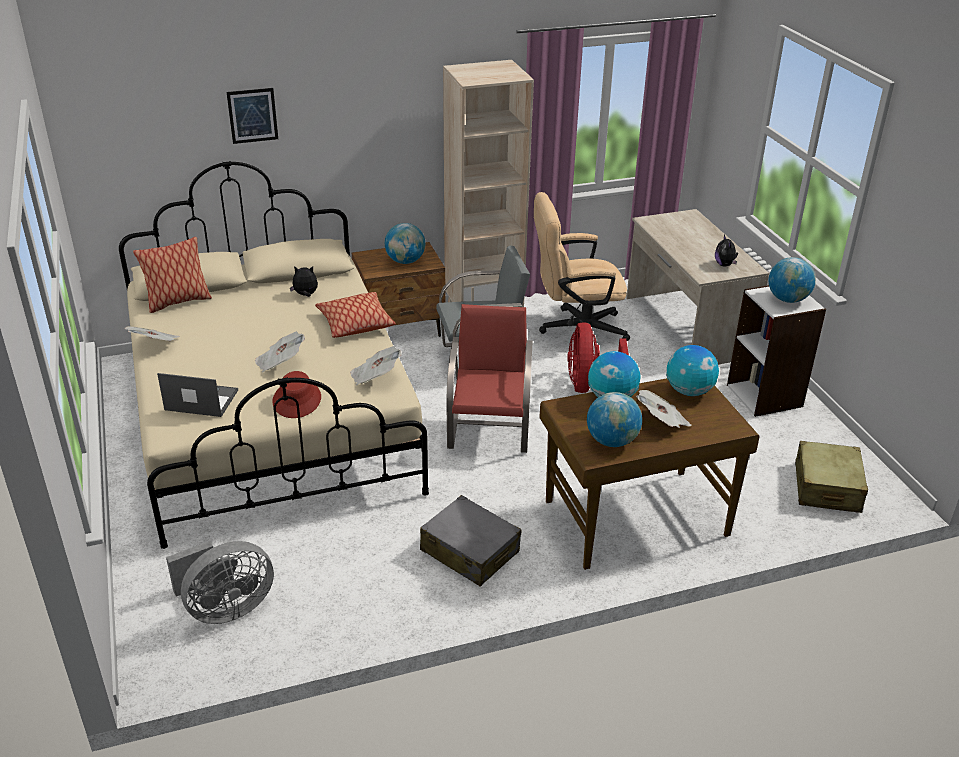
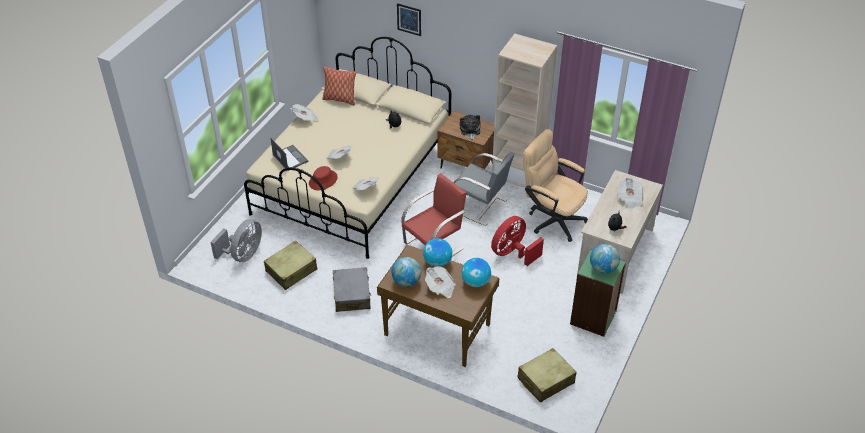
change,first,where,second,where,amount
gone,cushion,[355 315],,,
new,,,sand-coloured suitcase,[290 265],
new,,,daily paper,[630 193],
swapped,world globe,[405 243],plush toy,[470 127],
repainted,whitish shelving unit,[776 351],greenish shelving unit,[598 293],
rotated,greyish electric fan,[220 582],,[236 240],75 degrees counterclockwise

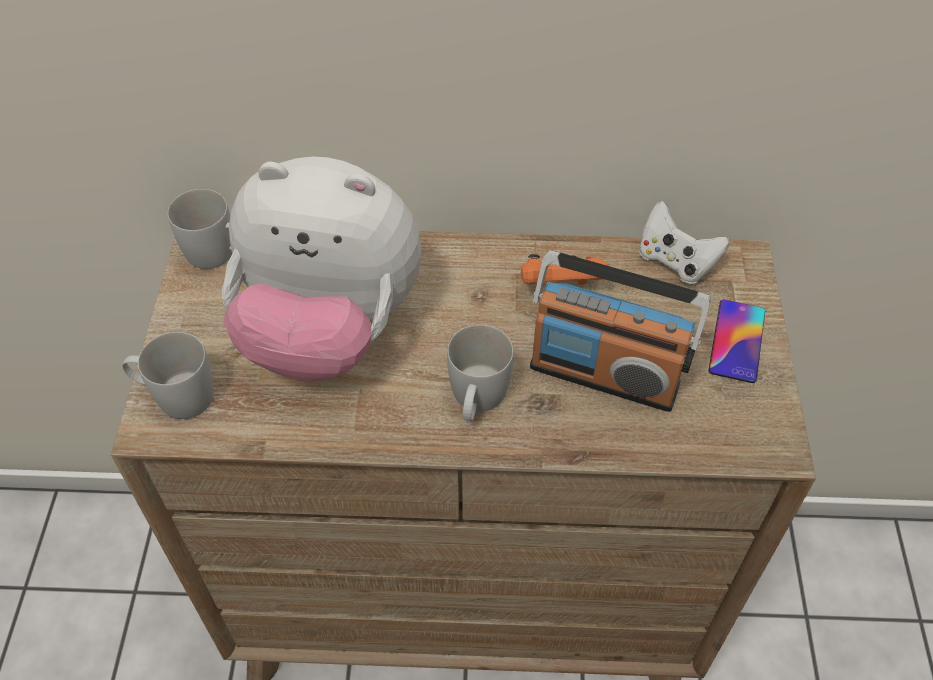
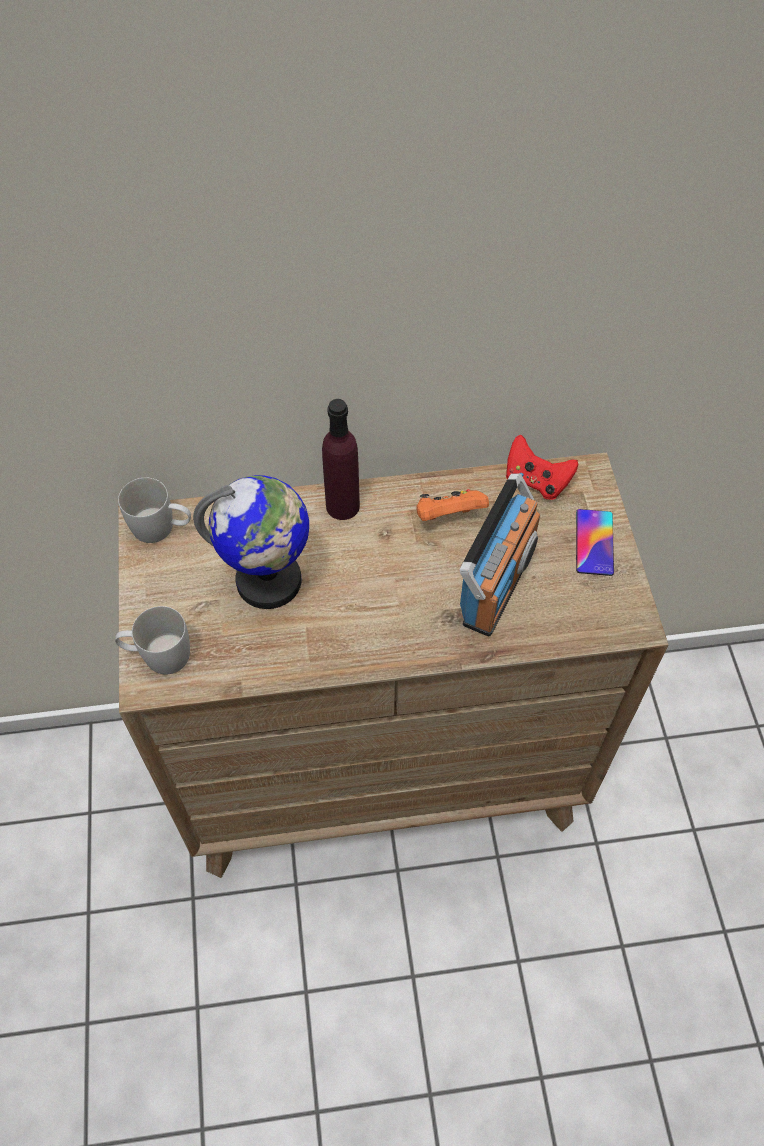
change,first,where,second,where,amount
gone,whitish coffee mug,[480 373],,,
new,,,purple-coloured beverage bottle,[341 459],
swapped,plush toy,[321 269],world globe,[251 542],
repainted,whitish gamepad,[684 242],red gamepad,[542 467],
rotated,radio receiver,[620 331],,[500 555],75 degrees counterclockwise

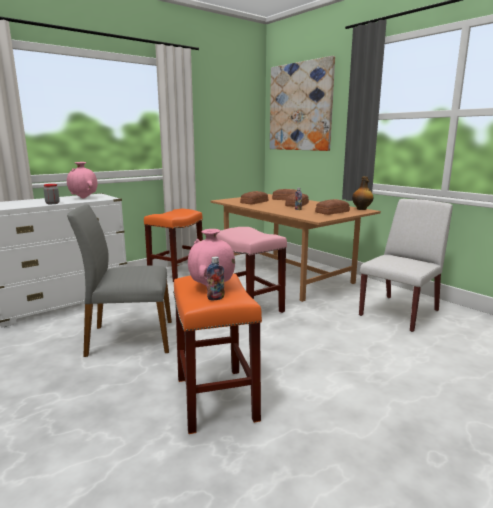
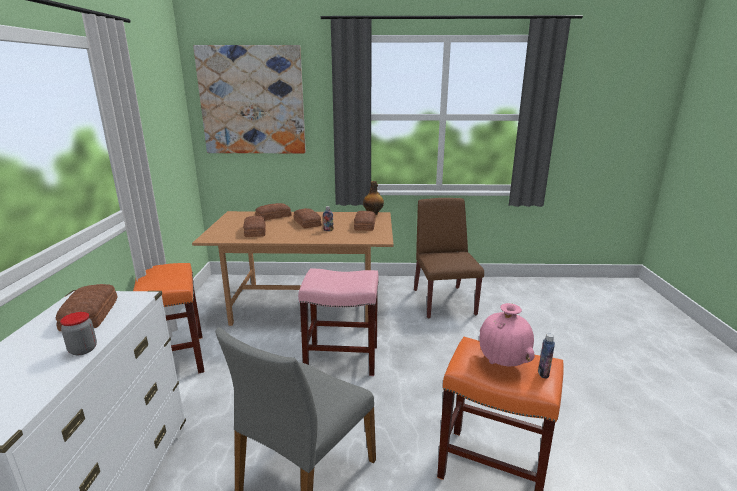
change,first,where,second,where,amount
swapped,pink flower vase,[82 180],baked bread,[87 307],
repainted,whitish upright chair,[406 265],brownish upright chair,[449 258],

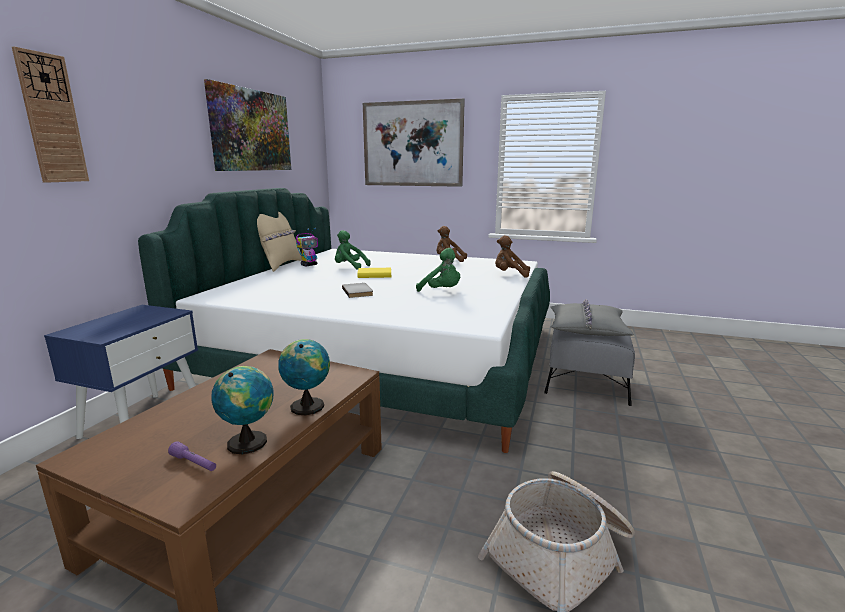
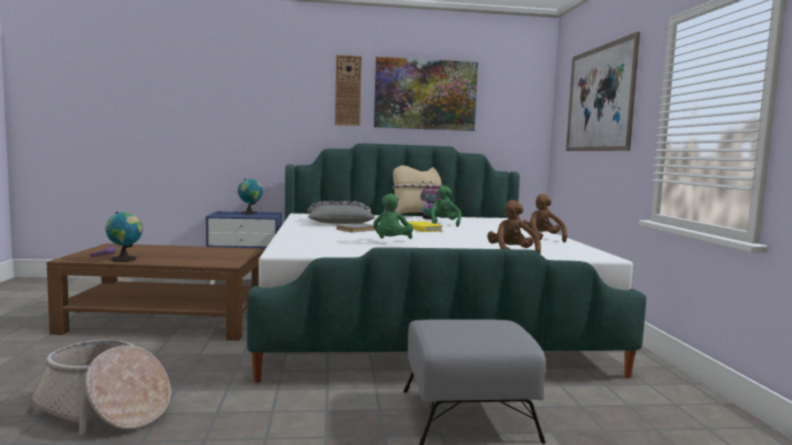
change,first,where,second,where,amount
shifted,wall clock,[50 114],,[348 90],
shifted,world globe,[304 377],,[250 196],
shifted,greyish cushion,[592 317],,[341 212],

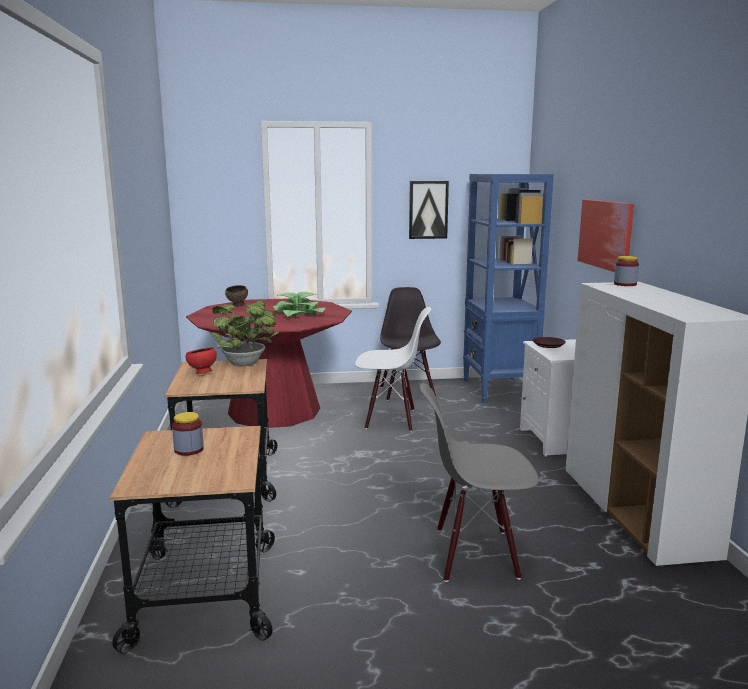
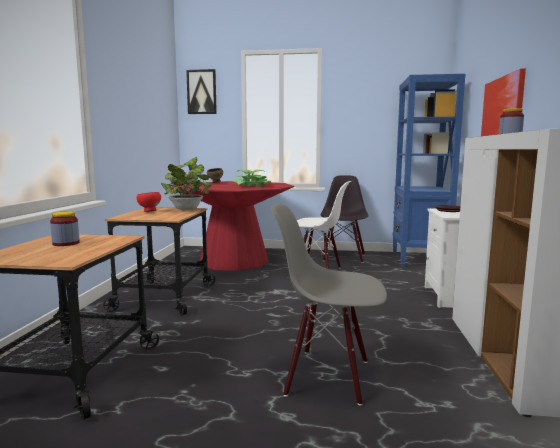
change,first,where,second,where,amount
shifted,wall picture,[429 210],,[201 91],

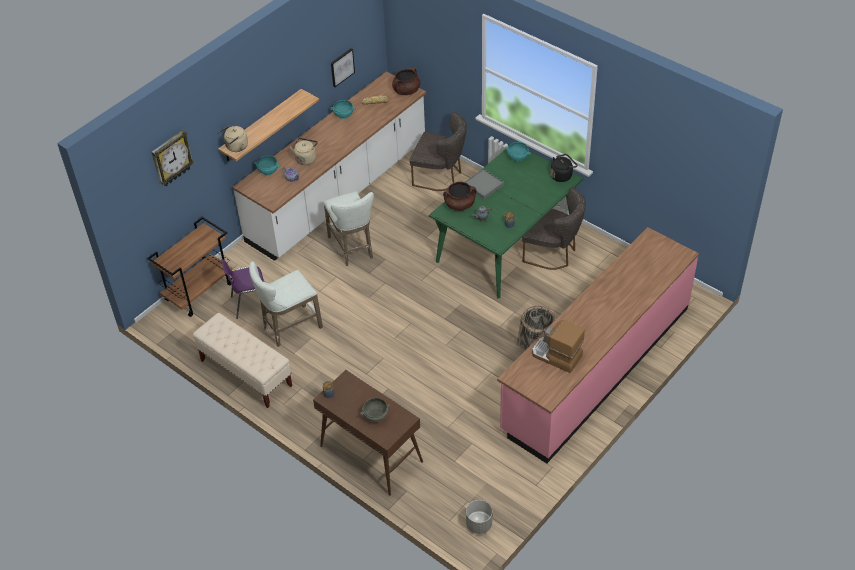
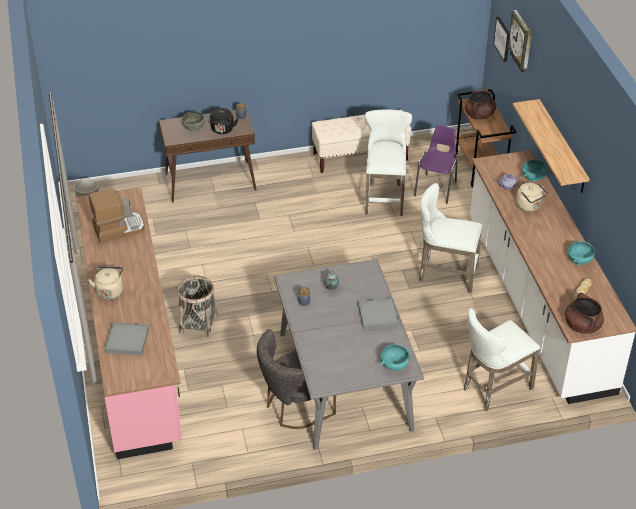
change,first,where,second,where,amount
new,,,greyish tray,[127 338],
shifted,sand-coloured kettle,[233 138],,[105 283],
shifted,wall picture,[343 67],,[501 39],
shifted,brownish stockpot,[460 196],,[480 104],
shifted,black kettle,[564 168],,[223 121],
swapped,greyish upright chair,[438 151],whitish sitting stool,[502 359],
repainted,greenish dining table,[506 222],greyish dining table,[349 354],

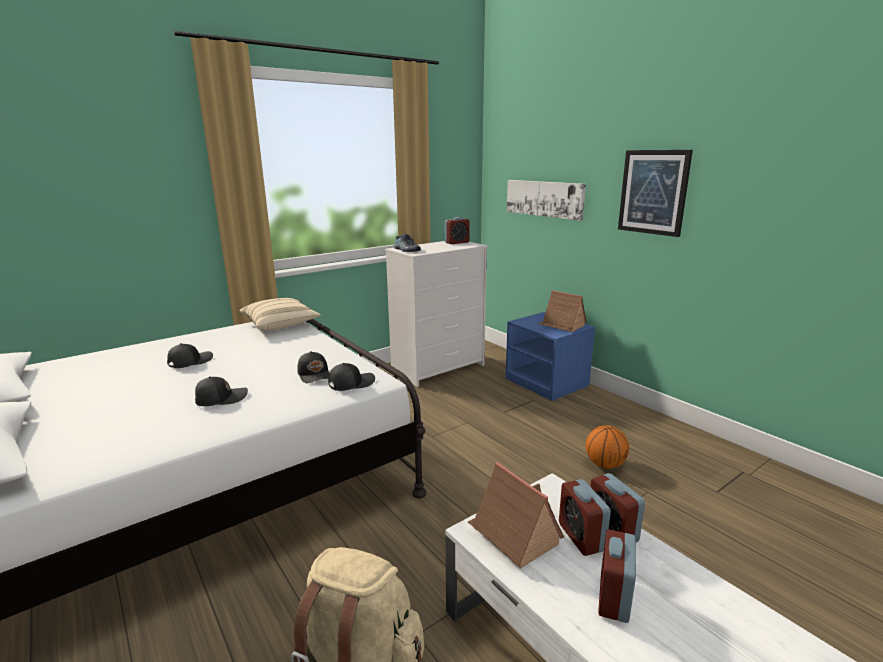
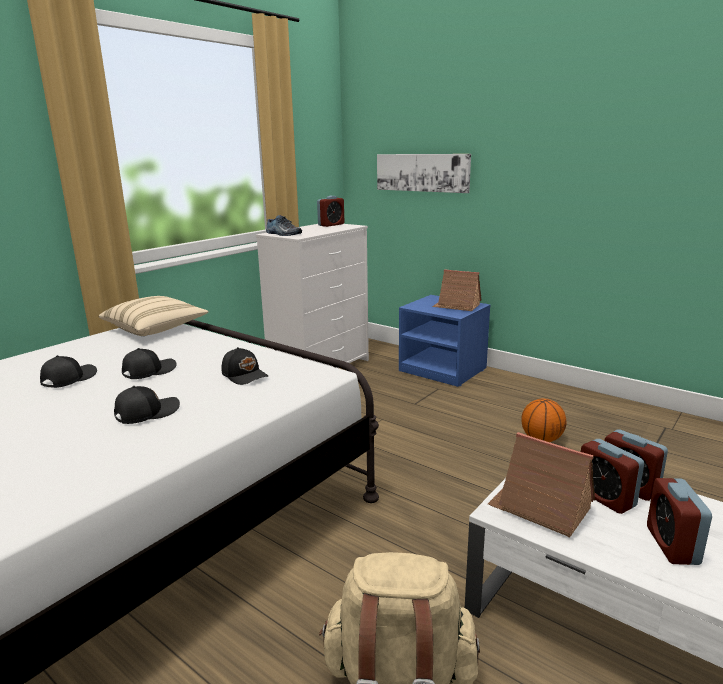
change,first,where,second,where,amount
gone,wall picture,[655 193],,,
shifted,black peaked cap,[351 377],,[149 363],

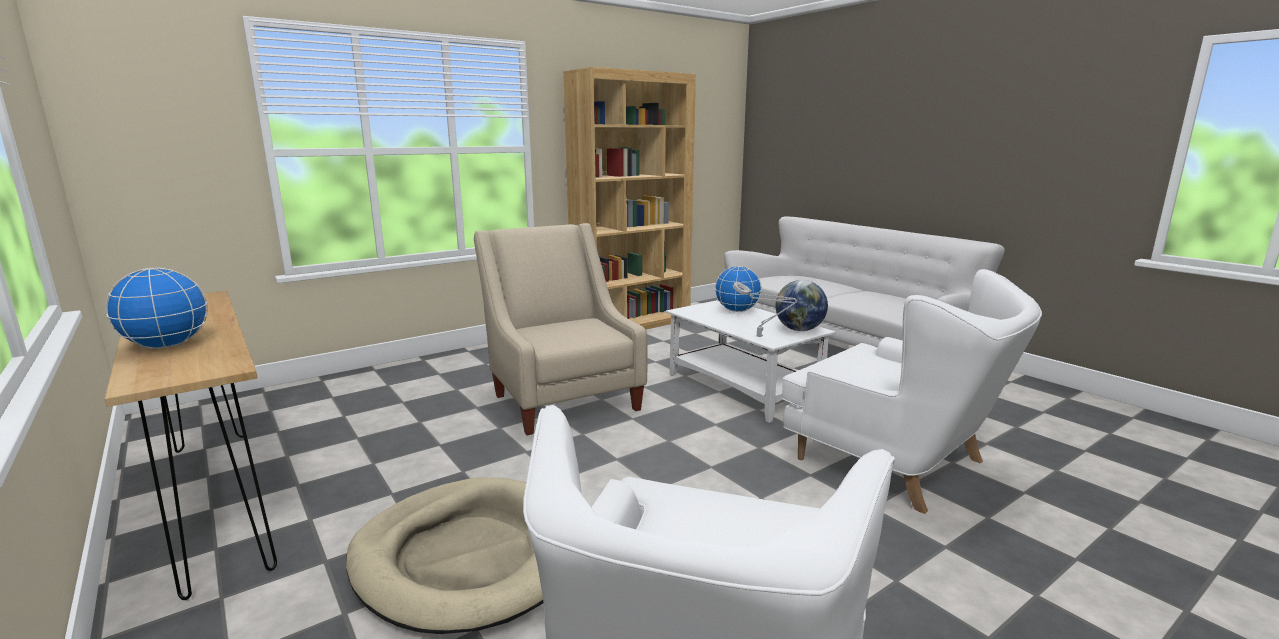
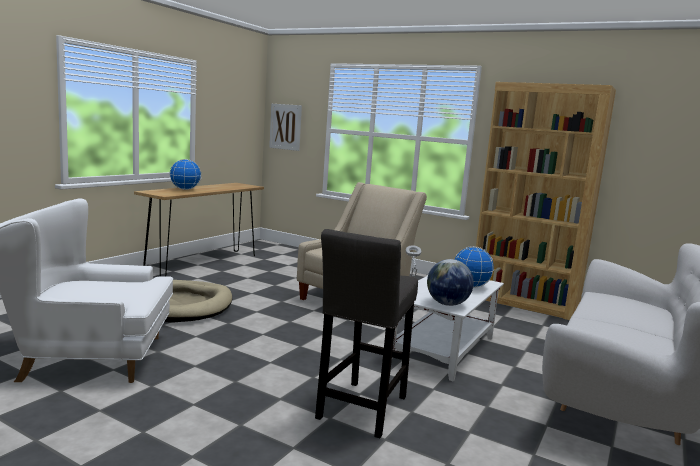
change,first,where,second,where,amount
new,,,wall picture,[285 127],
swapped,whitish lounge chair,[912 391],greyish sitting stool,[366 333],

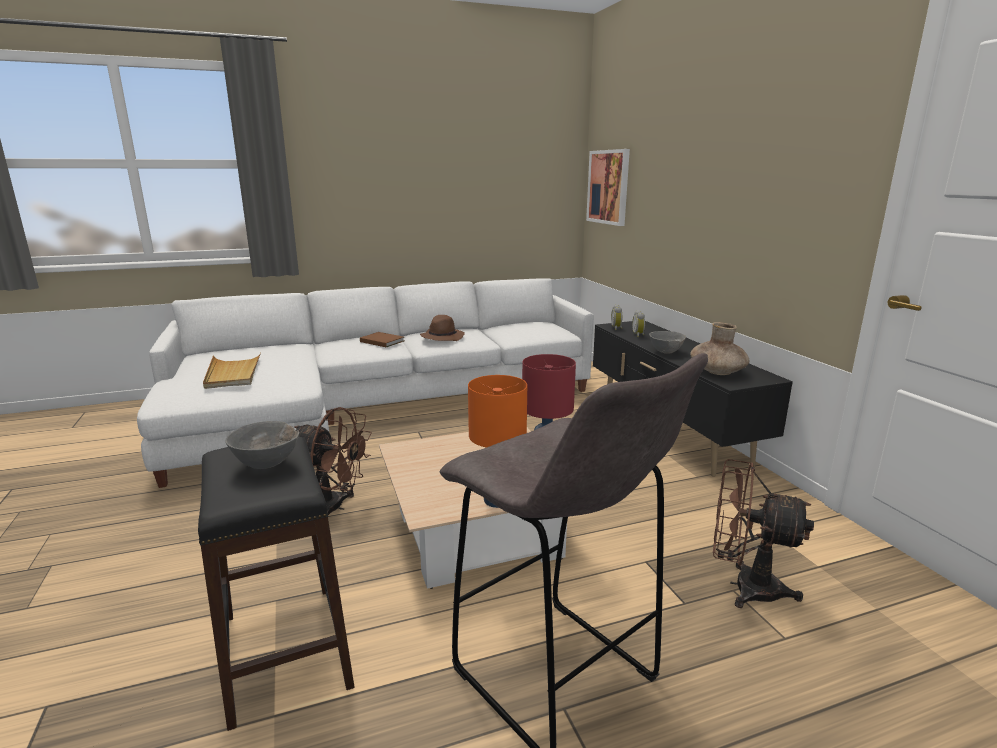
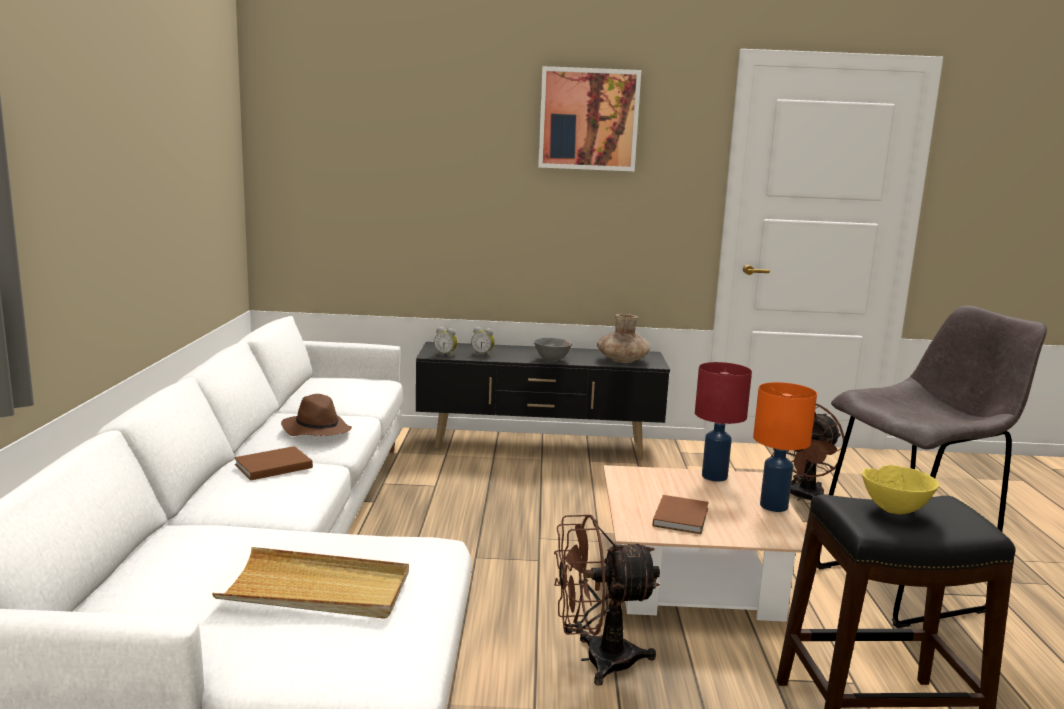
change,first,where,second,where,amount
new,,,brownish bound book,[681 514],
shifted,wall picture,[608 187],,[589 118],
repainted,greyish bowl,[262 445],yellow-coloured bowl,[900 489],
rotated,brownish electric fan,[333 461],,[607 600],135 degrees counterclockwise

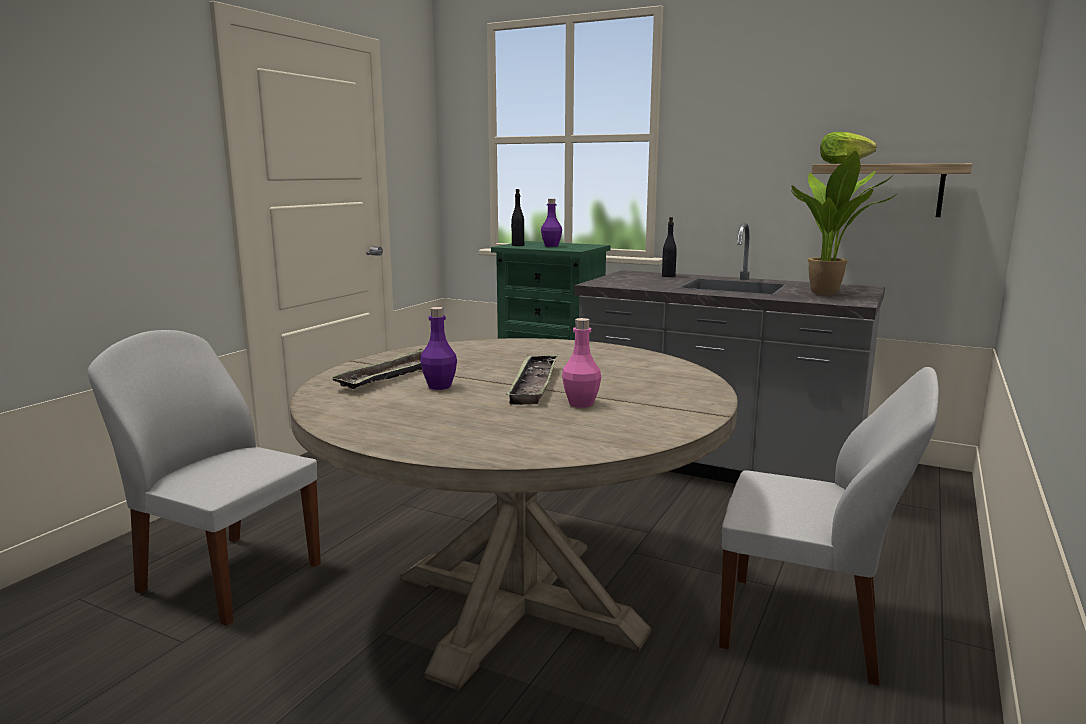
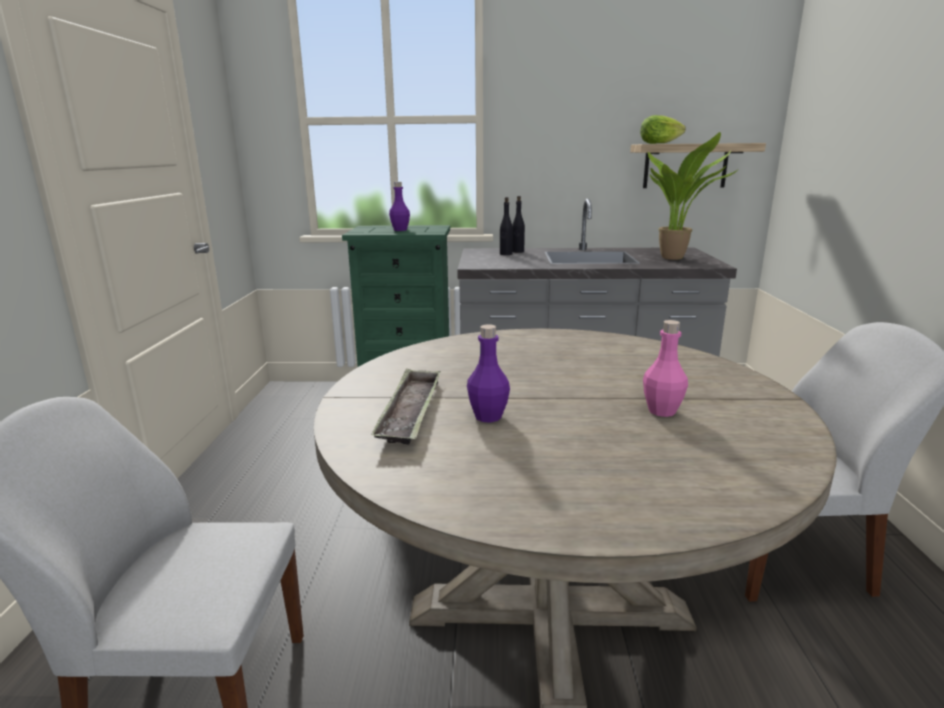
change,first,where,second,where,amount
gone,tray,[532 379],,,
shifted,black beverage bottle,[517 217],,[506 226],

